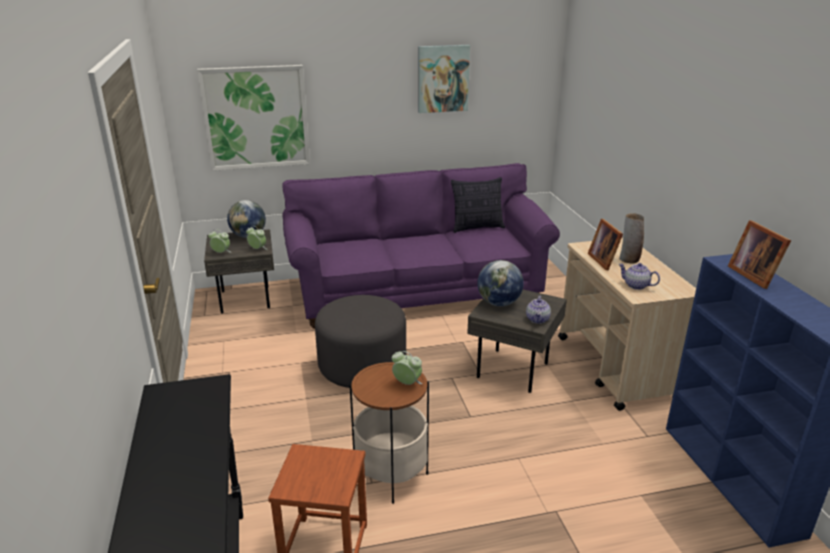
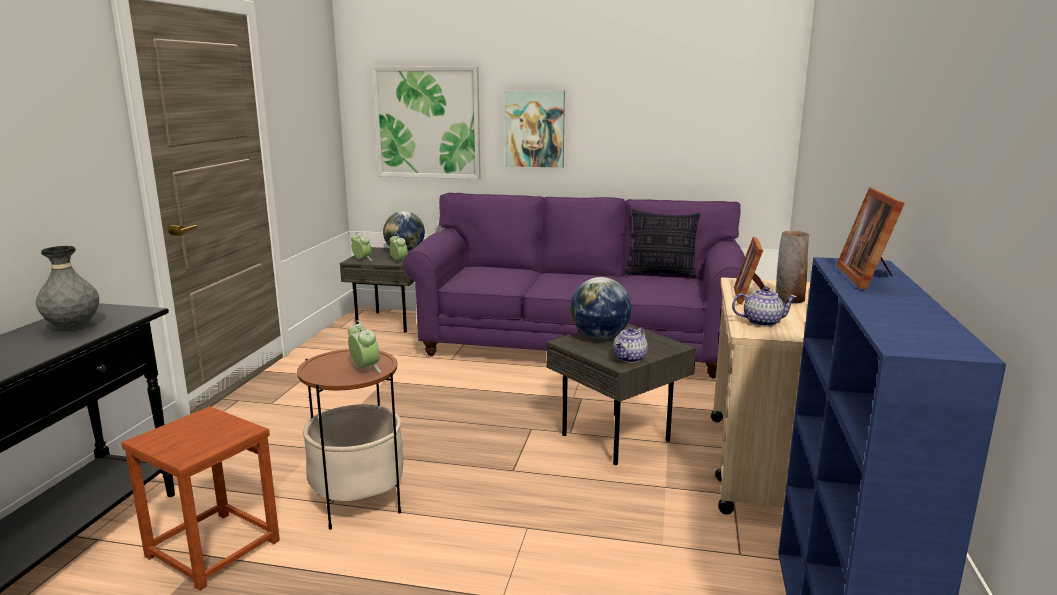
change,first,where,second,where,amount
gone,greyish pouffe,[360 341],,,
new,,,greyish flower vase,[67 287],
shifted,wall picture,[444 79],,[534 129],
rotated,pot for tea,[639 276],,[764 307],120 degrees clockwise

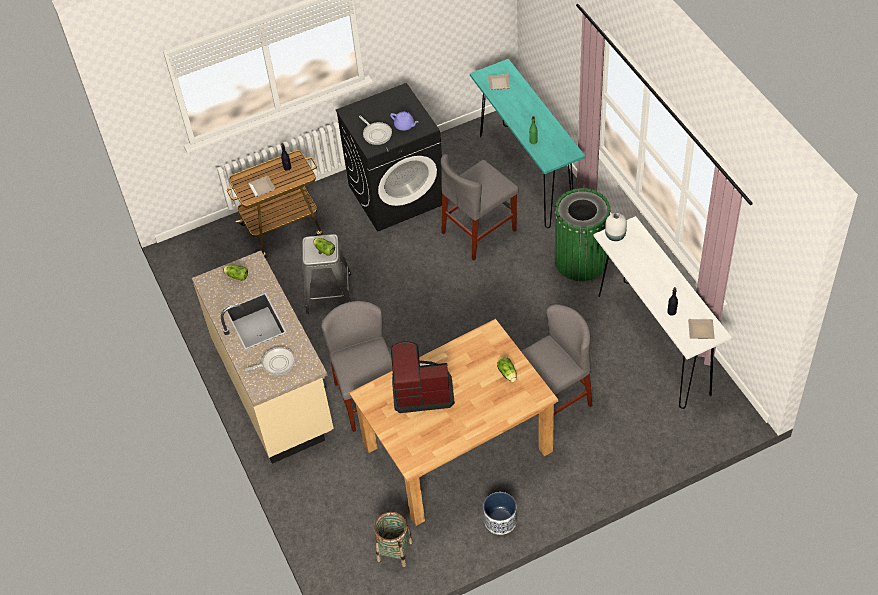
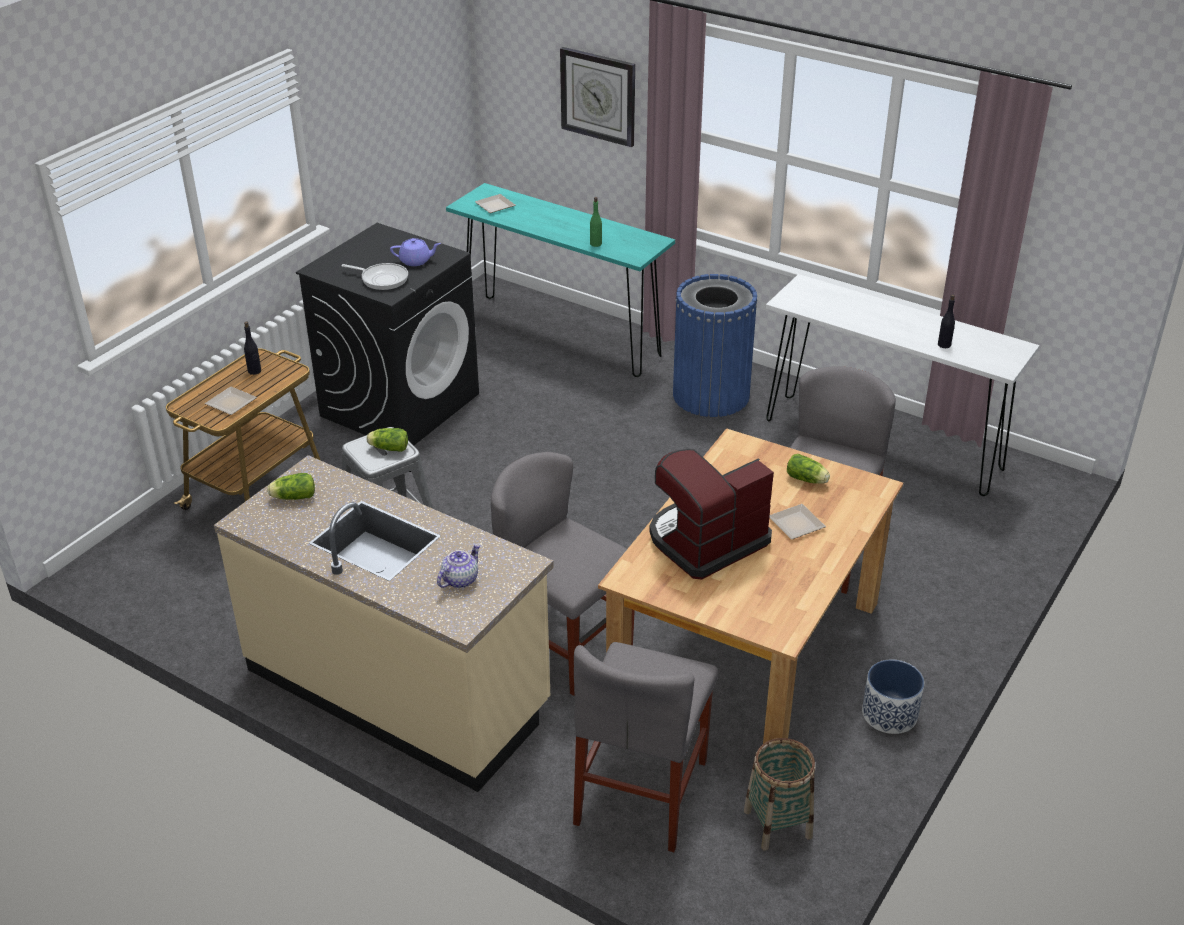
change,first,where,second,where,amount
gone,whitish flower vase,[616 227],,,
new,,,wall clock,[597 97],
shifted,greyish upright chair,[480 207],,[645 747],
shifted,flat dish,[701 329],,[797 522],
swapped,skillet,[270 361],pot for tea,[458 566],
repainted,greenish trash can,[583 234],blue trash can,[715 345],

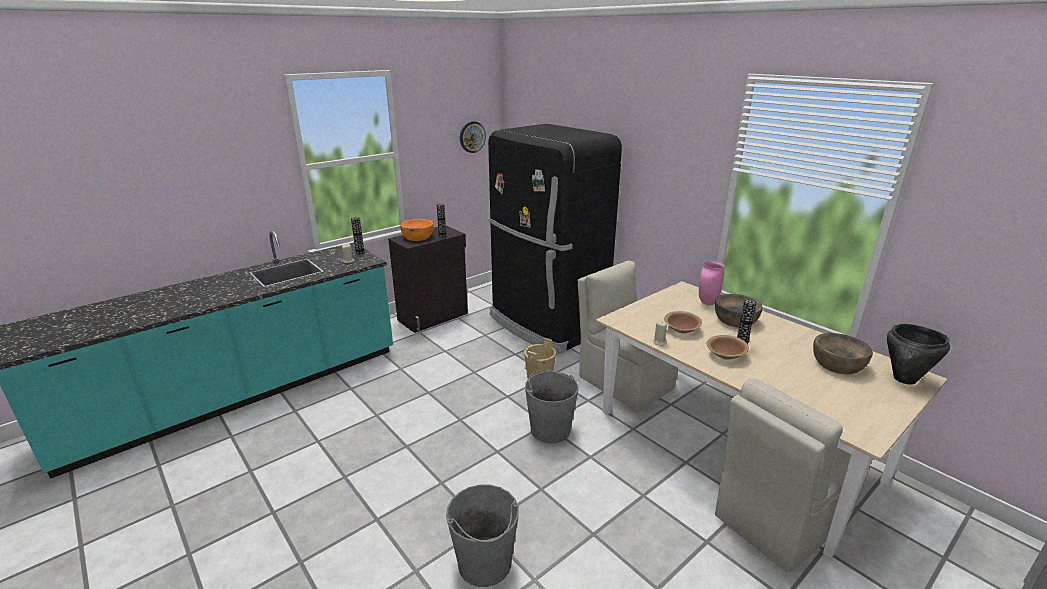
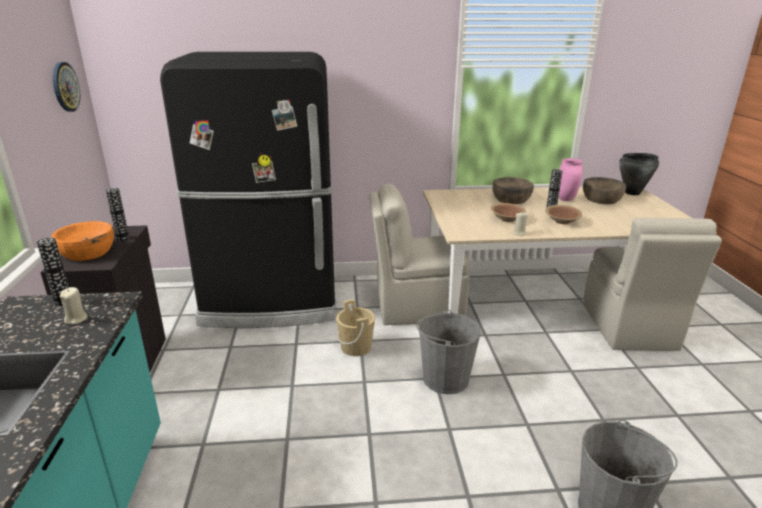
change,first,where,second,where,amount
shifted,pink flower vase,[712 283],,[571 179],

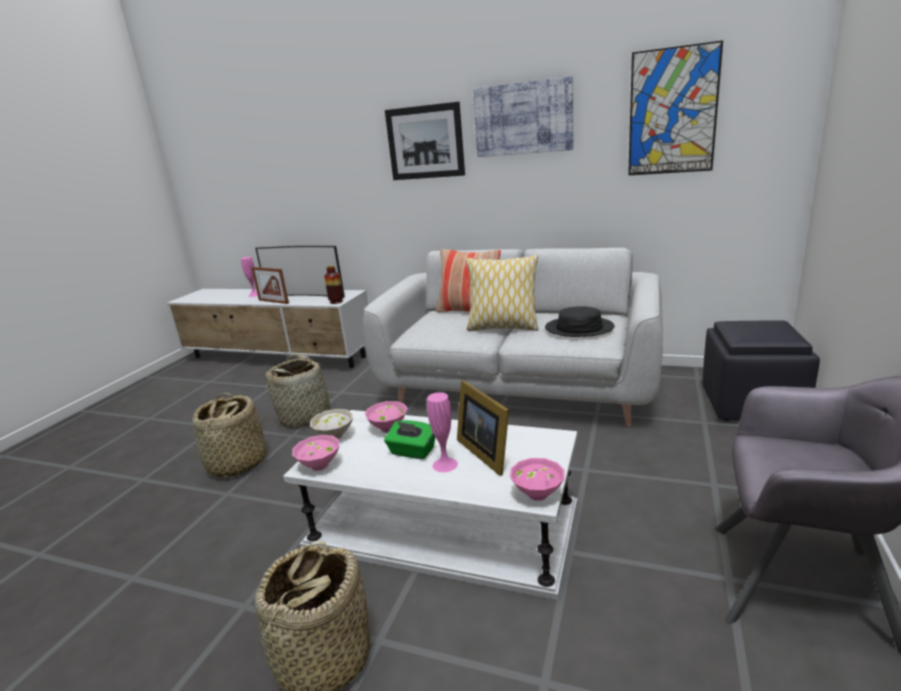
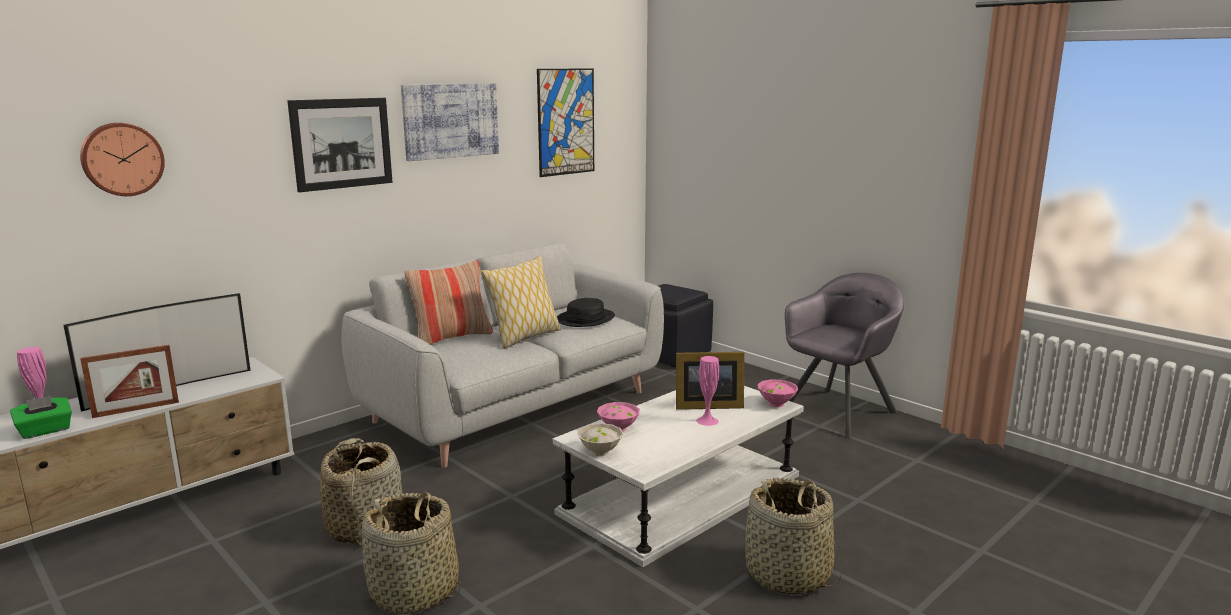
change,first,where,second,where,amount
gone,pink bowl,[316 453],,,
gone,flower vase,[334 285],,,
new,,,wall clock,[122 159],
shifted,greenish tissue box,[409 439],,[41 417],

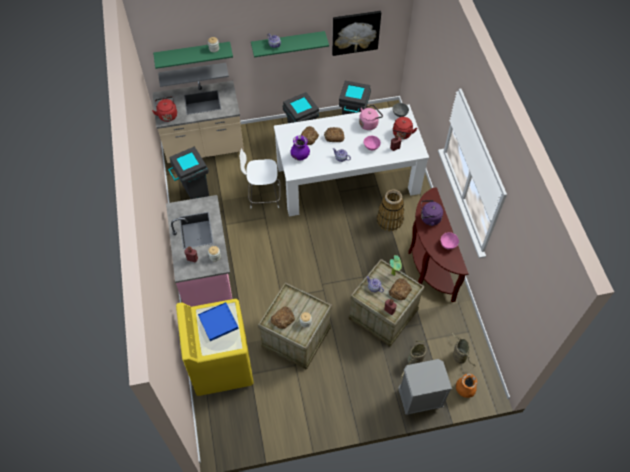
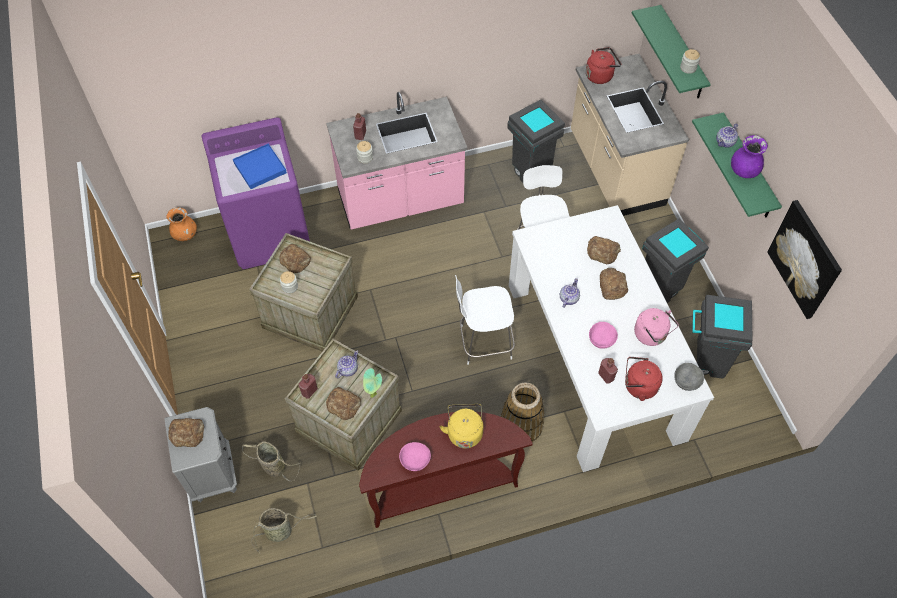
change,first,where,second,where,amount
gone,greyish bracket shelf,[193 75],,,
new,,,baked bread,[186 432],
new,,,whitish upright chair,[485 320],
shifted,purple-coloured flower vase,[300 147],,[749 156],
shifted,orangey flower vase,[466 385],,[181 224],
repainted,yellow-coloured laundry machine,[215 347],purple-coloured laundry machine,[255 193],
repainted,purple-coloured kettle,[432 213],yellow-coloured kettle,[461 426],

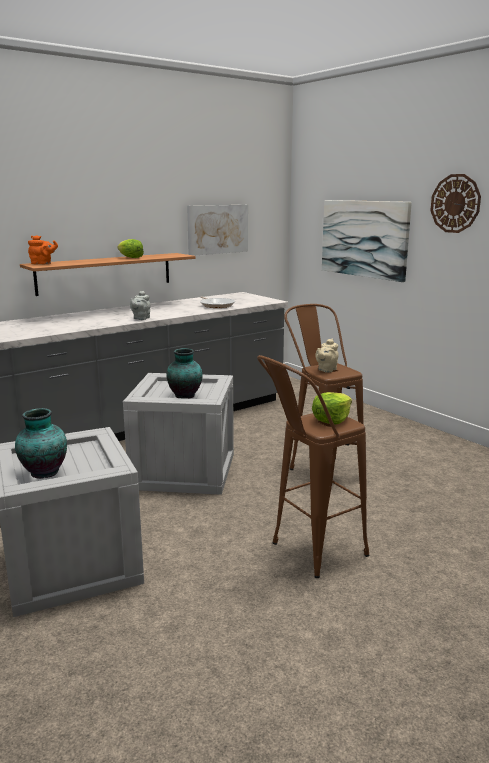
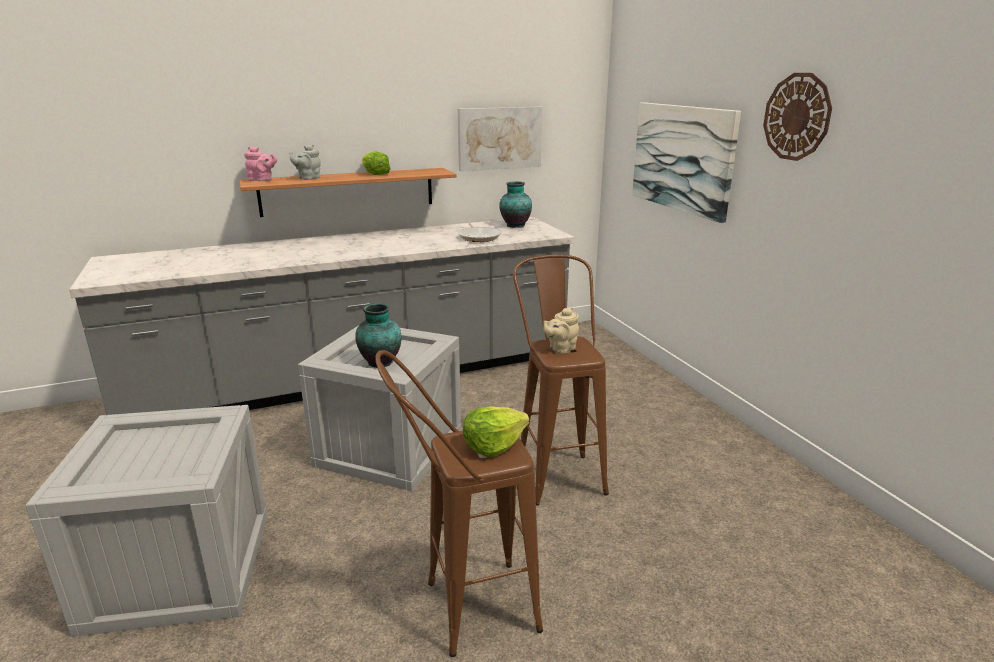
change,first,where,second,where,amount
shifted,flower vase,[41 443],,[515 204],
shifted,greyish pot for tea,[140 305],,[305 162],
repainted,orangey pot for tea,[43 249],pink pot for tea,[260 163],

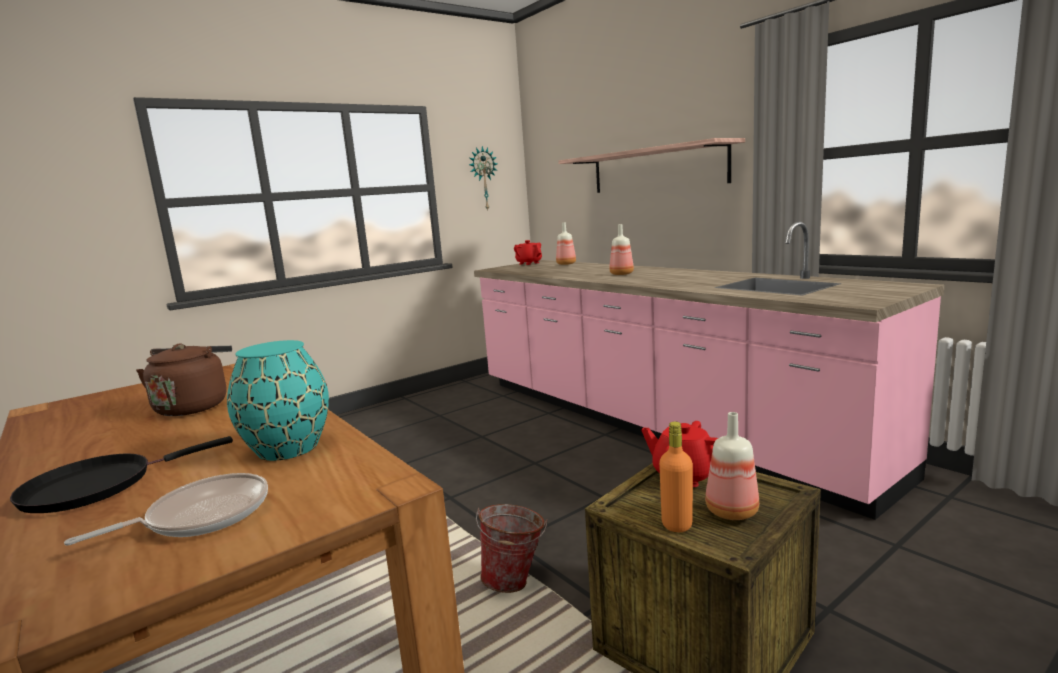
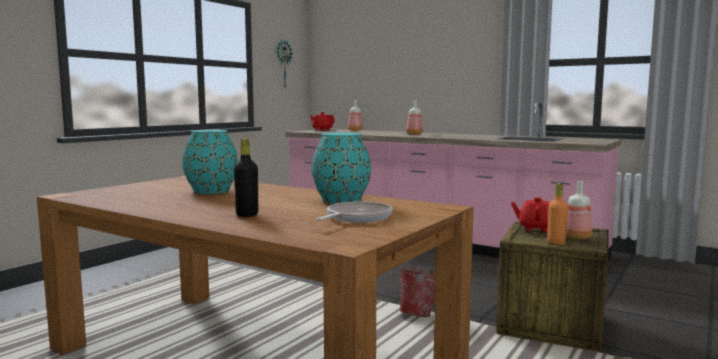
change,first,where,second,where,amount
gone,bracket shelf,[651 165],,,
swapped,black skillet,[121 474],black beverage bottle,[246 178],
swapped,brownish kettle,[184 379],blue-green flower vase,[210 162],

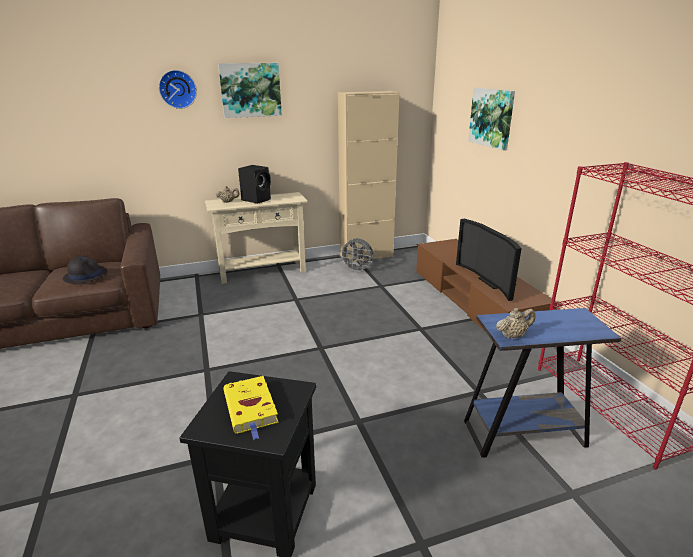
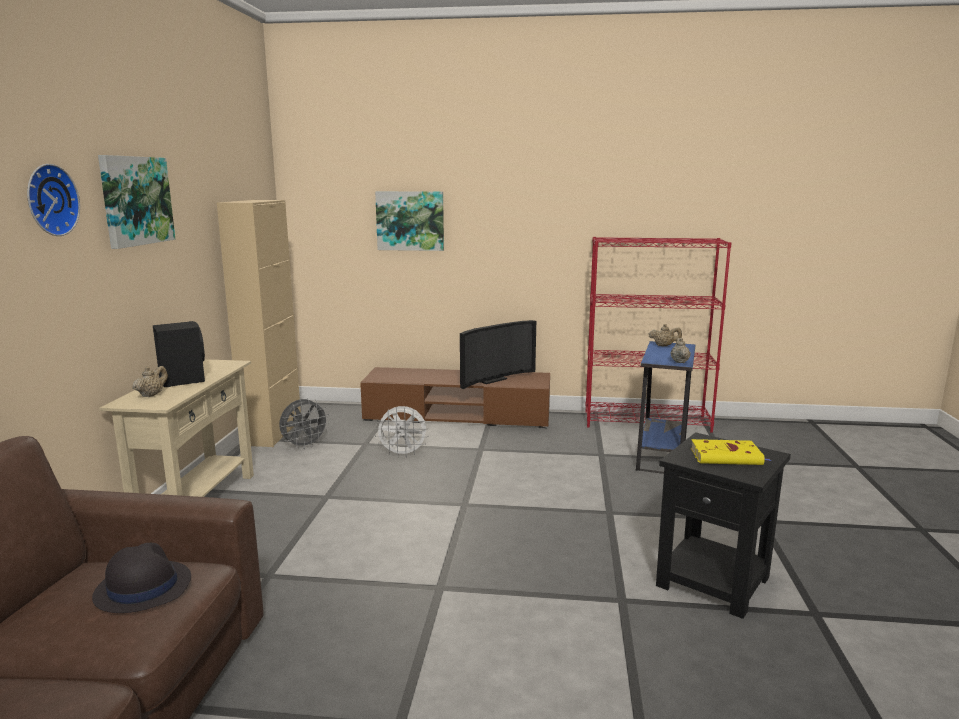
change,first,where,second,where,amount
new,,,whitish electric fan,[401 431],
new,,,sand-coloured pot for tea,[665 335],
rotated,TV,[489 260],,[498 354],45 degrees counterclockwise

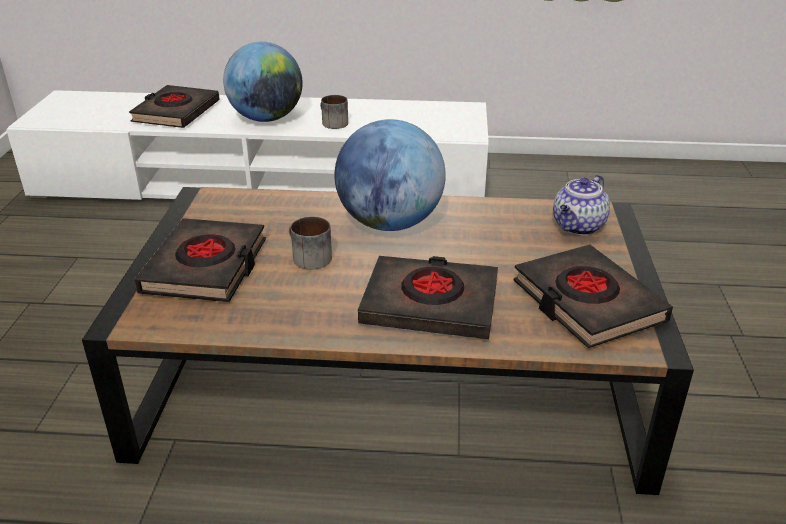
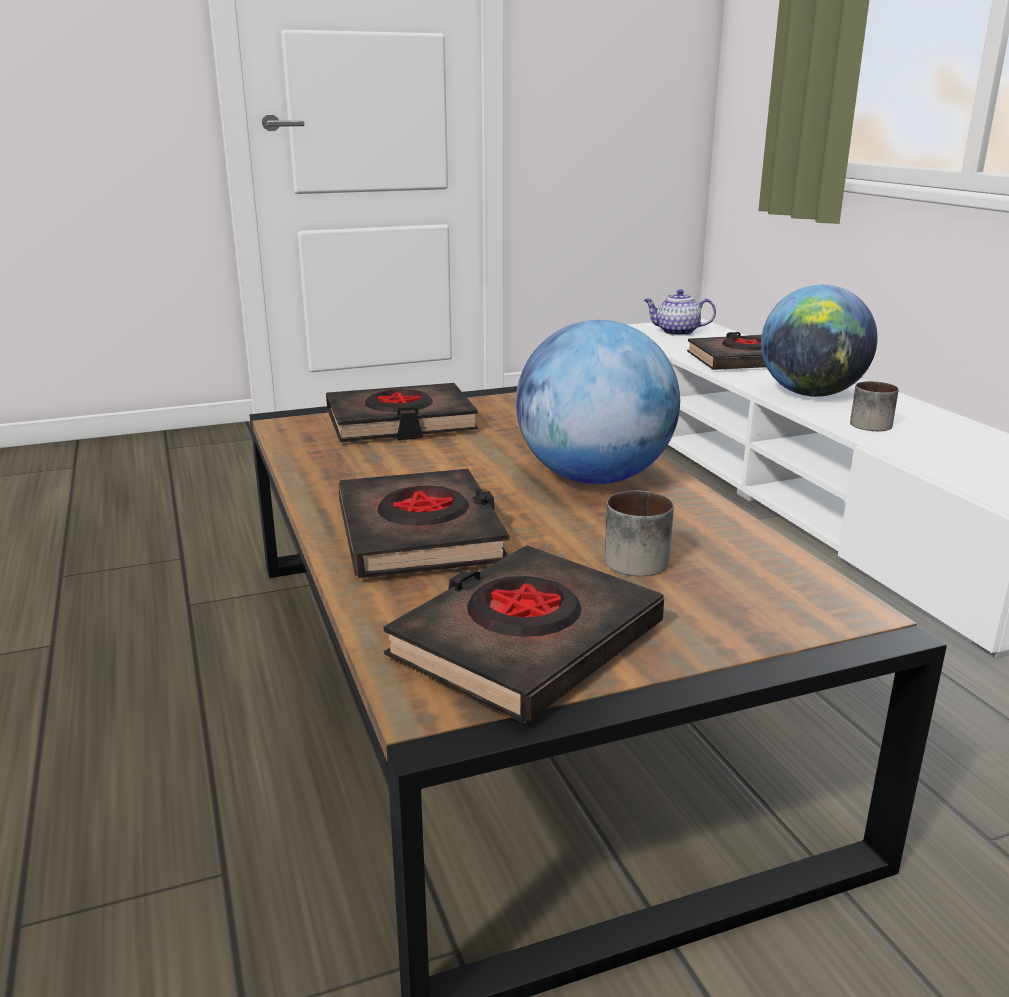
change,first,where,second,where,amount
shifted,coffee mug,[310 243],,[639 533],
shifted,pot for tea,[581 205],,[680 312],

